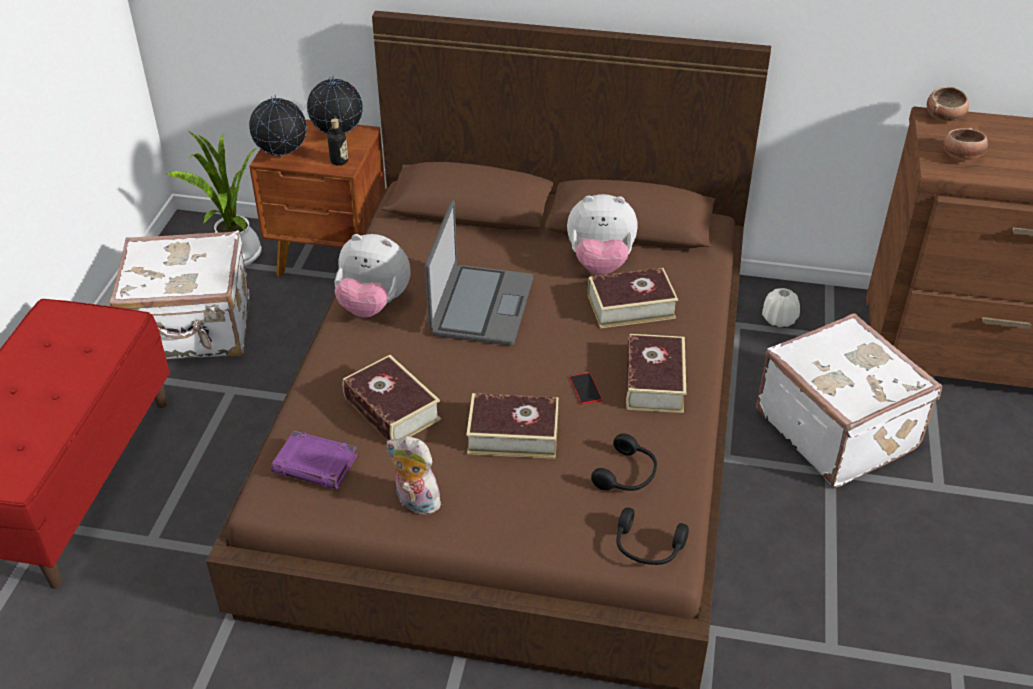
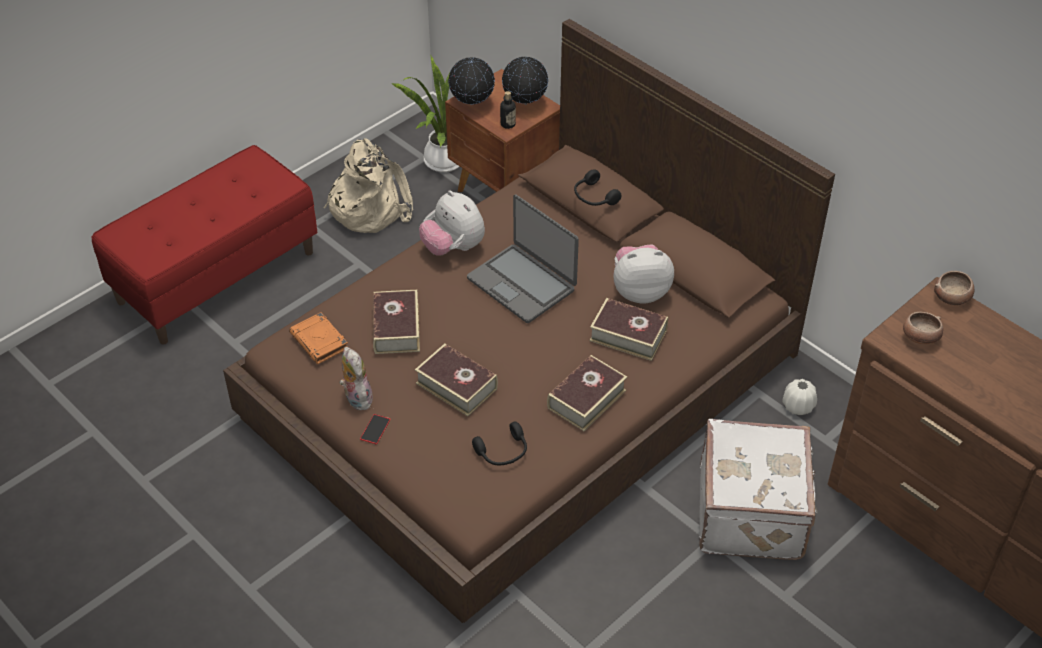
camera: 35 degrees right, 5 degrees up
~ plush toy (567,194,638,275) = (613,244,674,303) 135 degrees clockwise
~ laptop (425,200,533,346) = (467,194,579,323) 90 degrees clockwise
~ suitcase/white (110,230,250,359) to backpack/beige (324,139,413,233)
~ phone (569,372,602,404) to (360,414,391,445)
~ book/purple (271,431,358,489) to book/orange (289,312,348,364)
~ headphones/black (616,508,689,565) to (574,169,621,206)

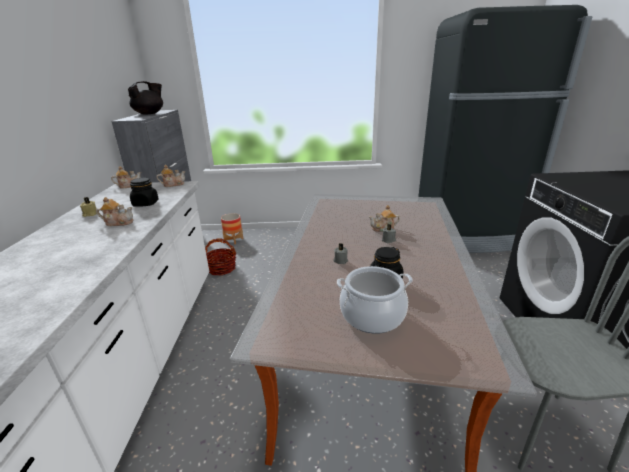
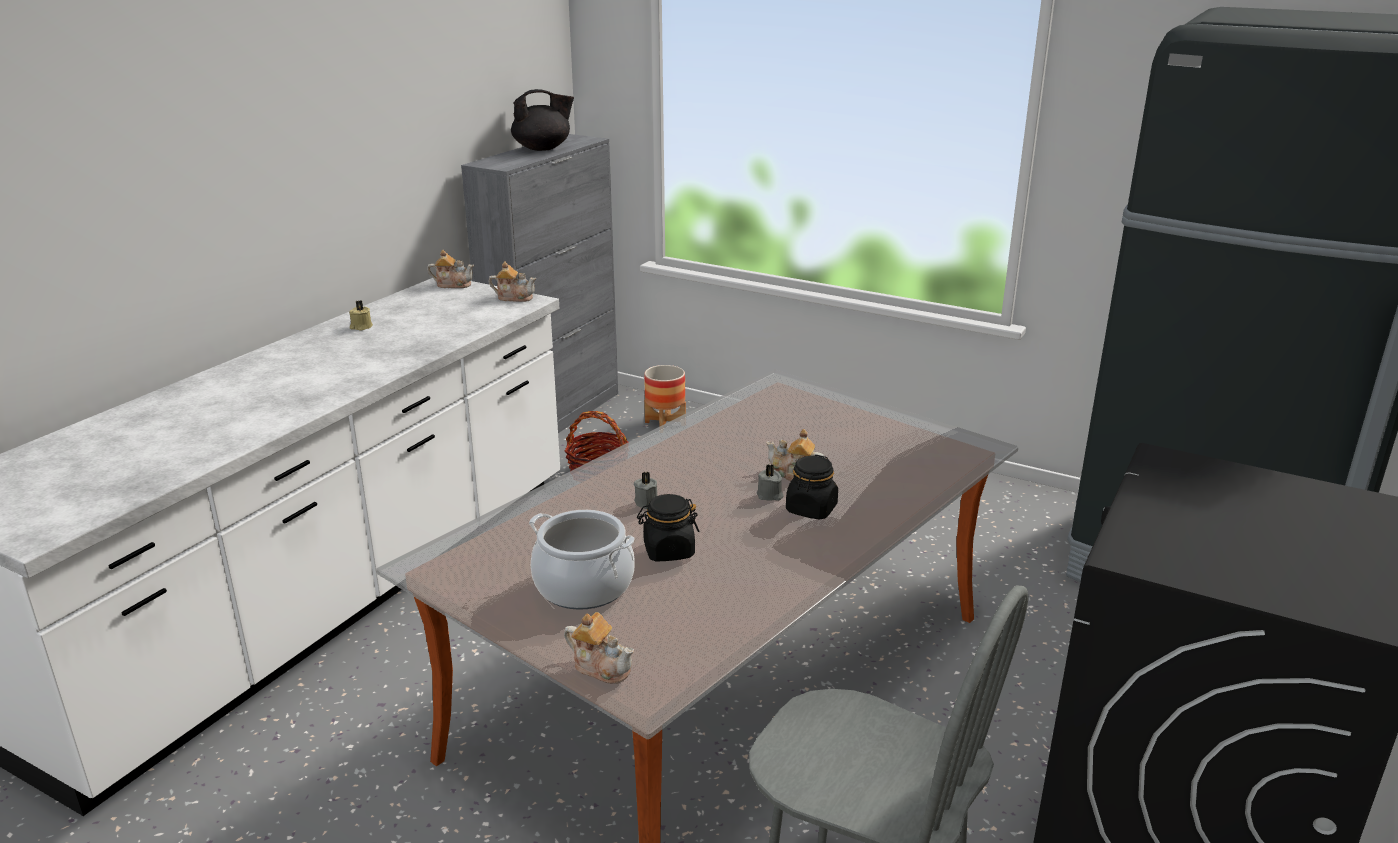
camera: 30 degrees right, 0 degrees up
~ jar/black (130,178,159,207) to (786,455,838,520)
~ teapot (96,197,133,226) to (564,612,634,684)

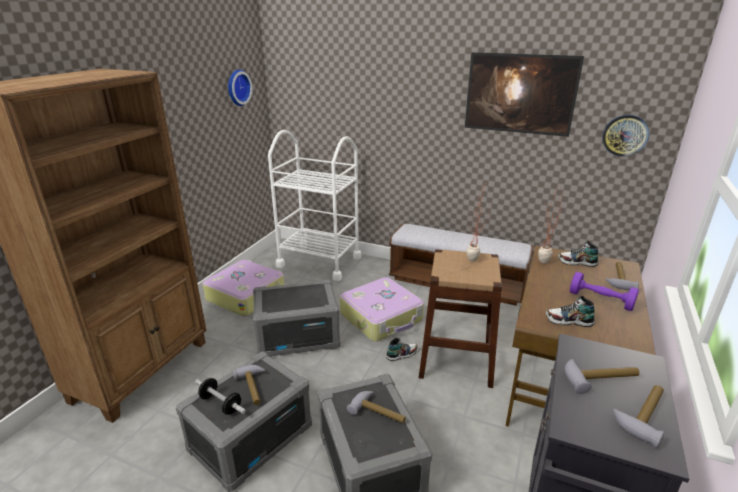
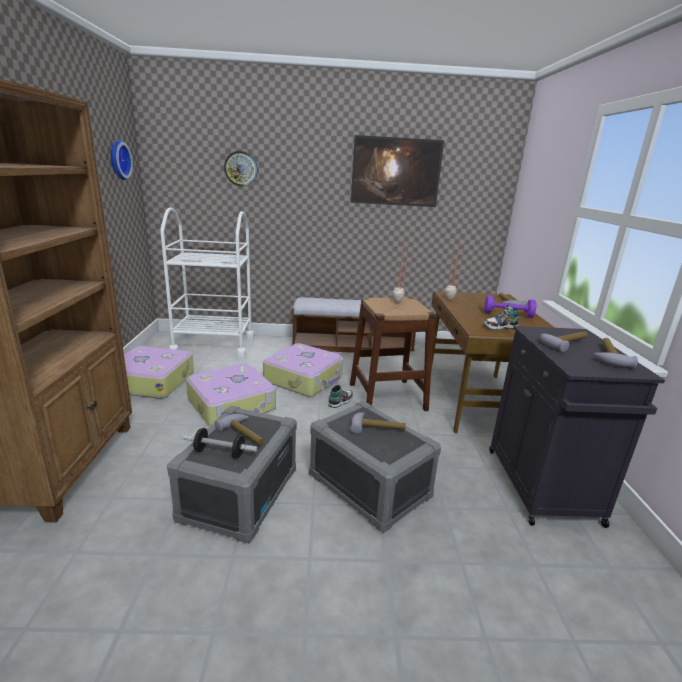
camera: 25 degrees left, 5 degrees down
~ wall clock (602,115,649,157) to (224,151,258,187)
- shoe (558,241,598,267)
~ storage box/grey (253,280,341,357) to suitcase (186,364,276,426)

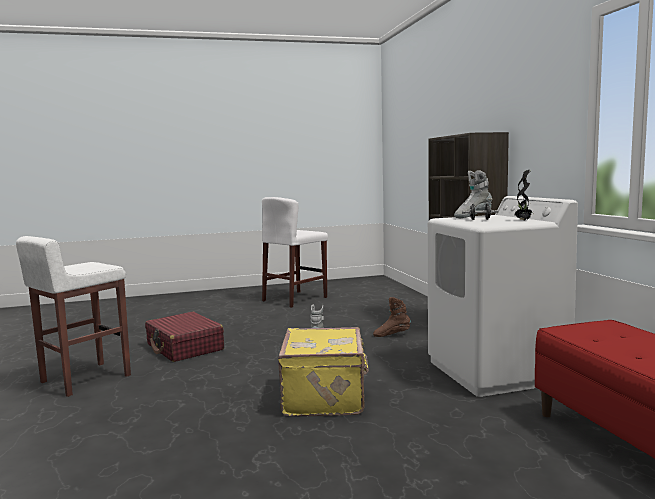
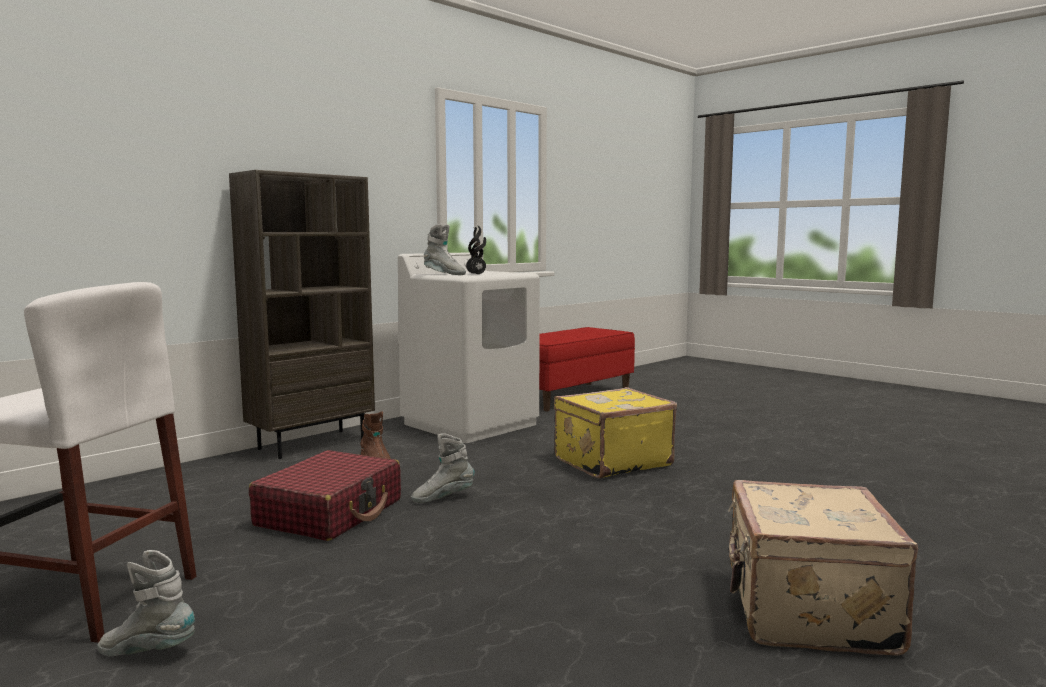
camera: 120 degrees left, 0 degrees up
~ stool/white (16,236,131,397) to suitcase/beige (728,480,918,656)
~ suitcase/red (145,312,224,362) to (249,450,401,541)
+ boot/grey (98,550,195,656)

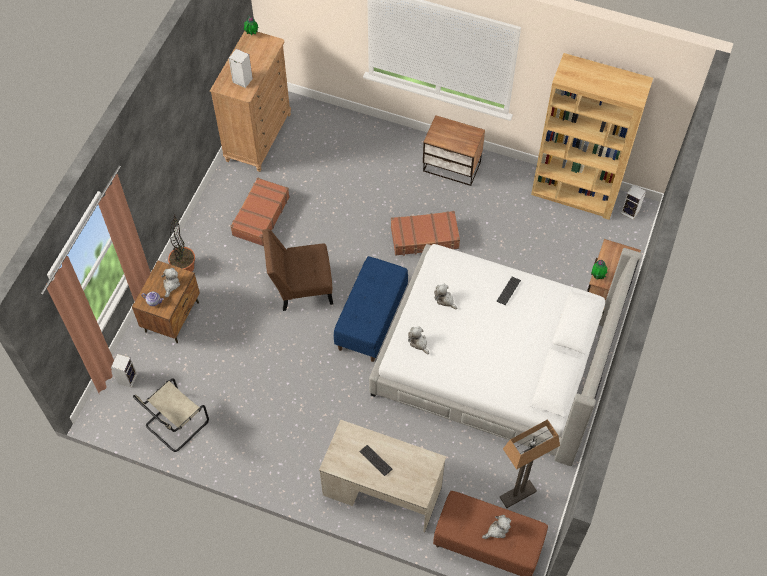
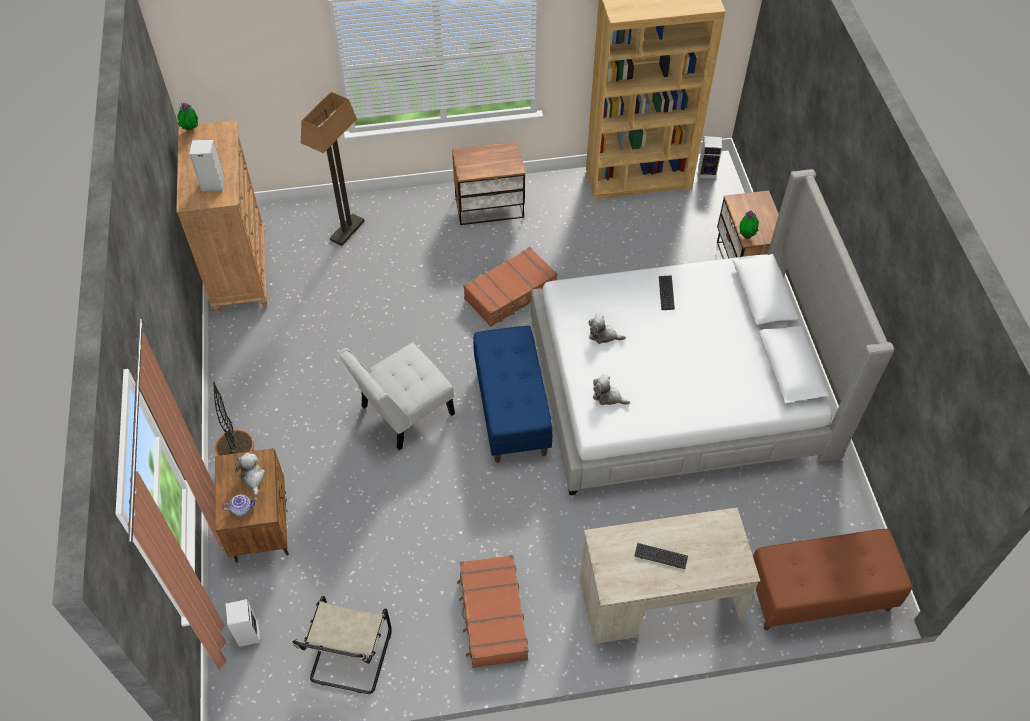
camera: 30 degrees left, 5 degrees down
~ suitcase/brown (230,177,290,246) to (457,555,528,668)
~ chair/brown (262,229,333,311) to chair/white (338,343,455,450)
~ floor lamp (500,419,560,508) to (301,92,365,246)
- plush toy (482,515,511,539)

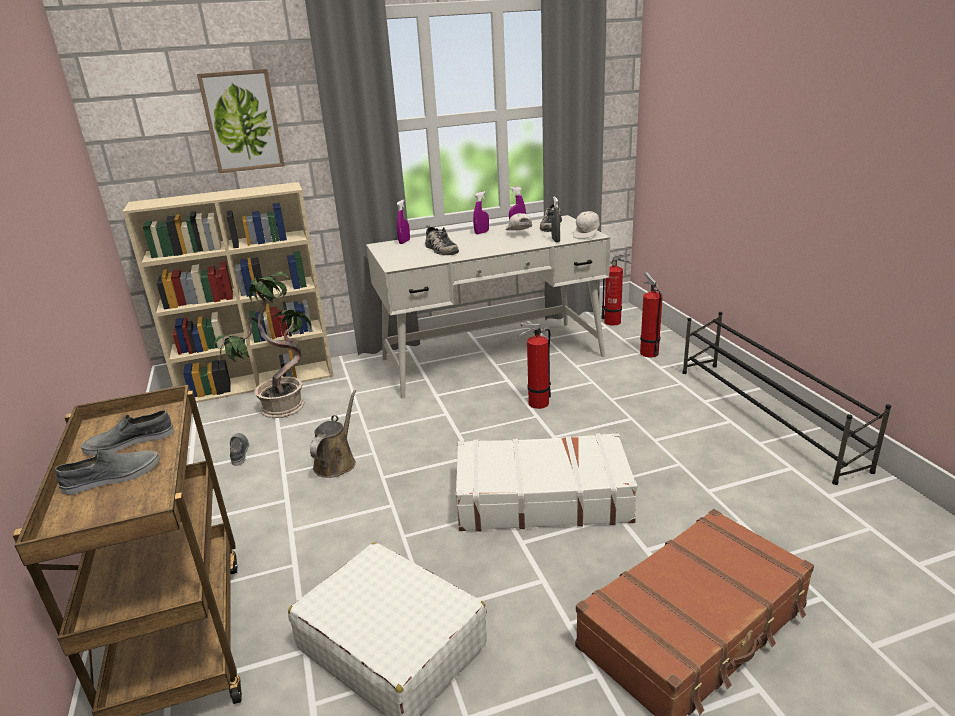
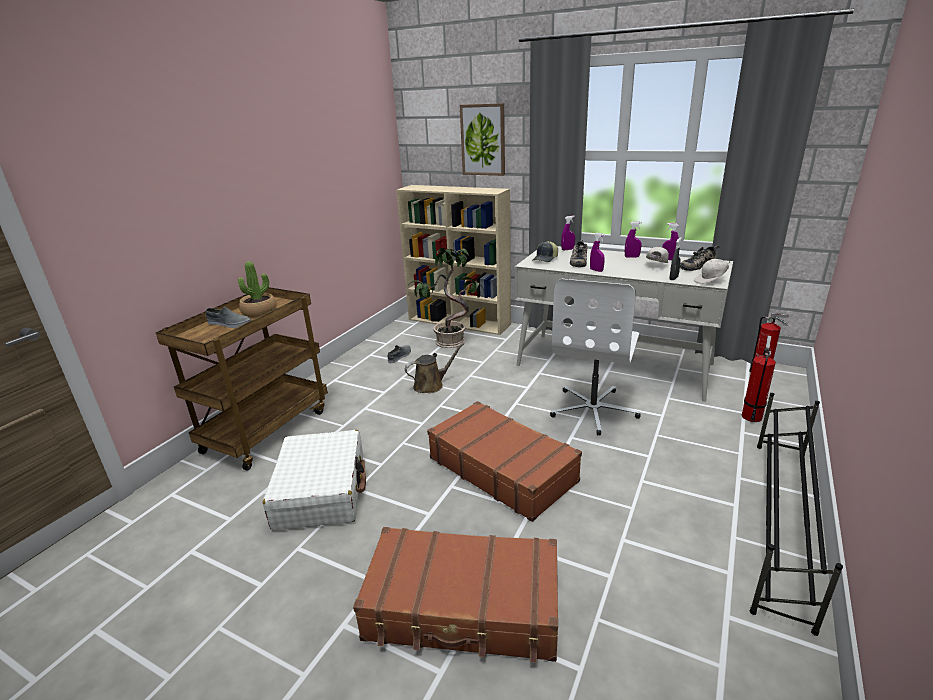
camera: 45 degrees right, 0 degrees up
~ fire extinguisher (518,323,551,409) to office chair/white (550,279,641,435)
~ shoe/grey (81,410,174,456) to potted plant (238,261,276,317)
~ suitcase/white (456,433,637,531) to suitcase/brown (427,401,582,522)
+ spray bottle/purple (590,233,605,272)
+ cap (532,241,558,262)

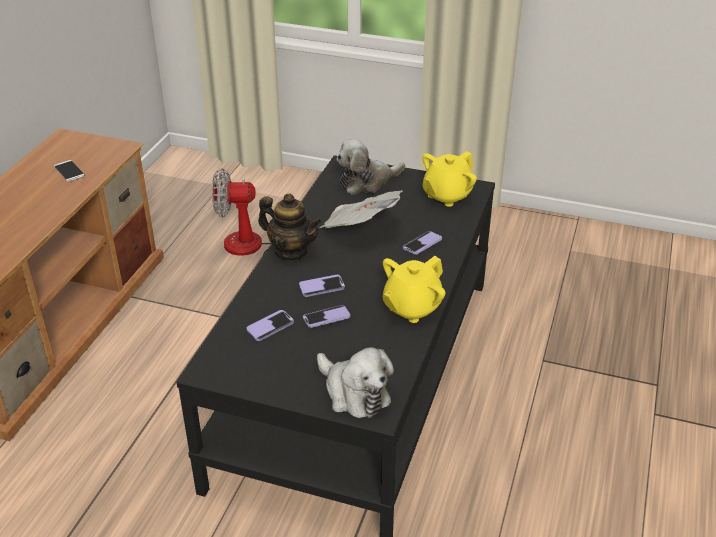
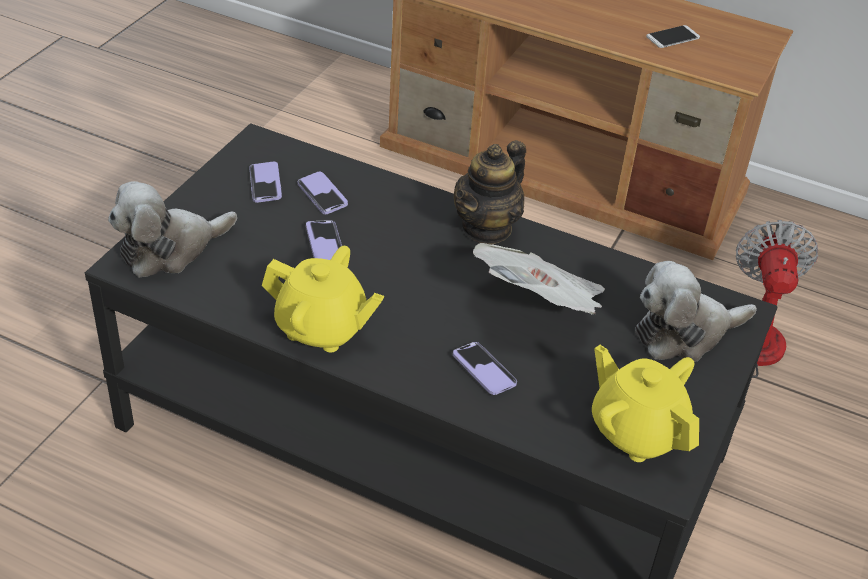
camera: 95 degrees right, 5 degrees up
~ plush toy (337,139,405,195) = (635,261,757,362) 90 degrees counterclockwise
~ teapot/yellow (383,256,445,323) = (262,246,384,352) 150 degrees clockwise
~ phone (299,275,345,297) to (249,162,282,203)

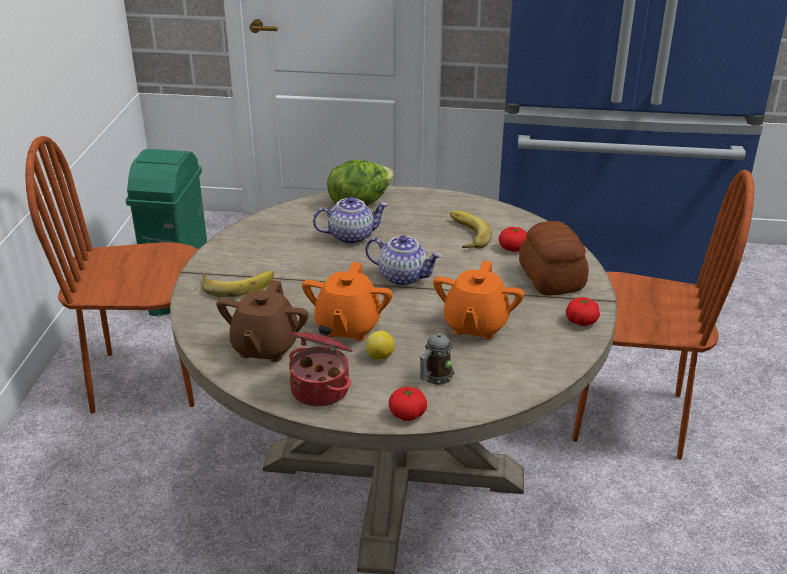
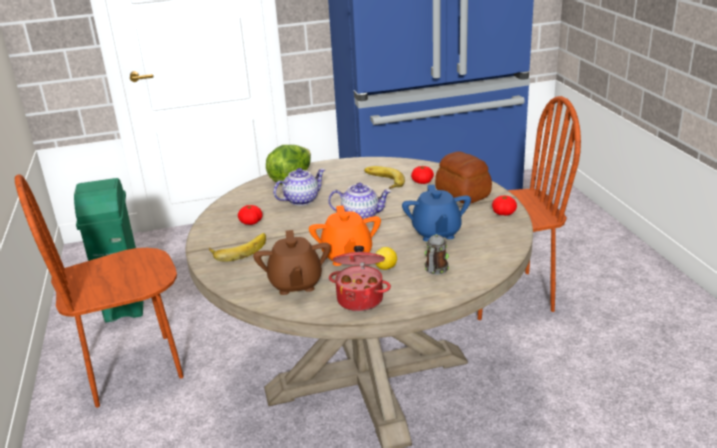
camera: 20 degrees left, 5 degrees down
~ teapot/orange (433,261,524,340) to teapot/blue (402,185,471,241)
~ tomato (389,386,427,421) to (238,205,263,225)

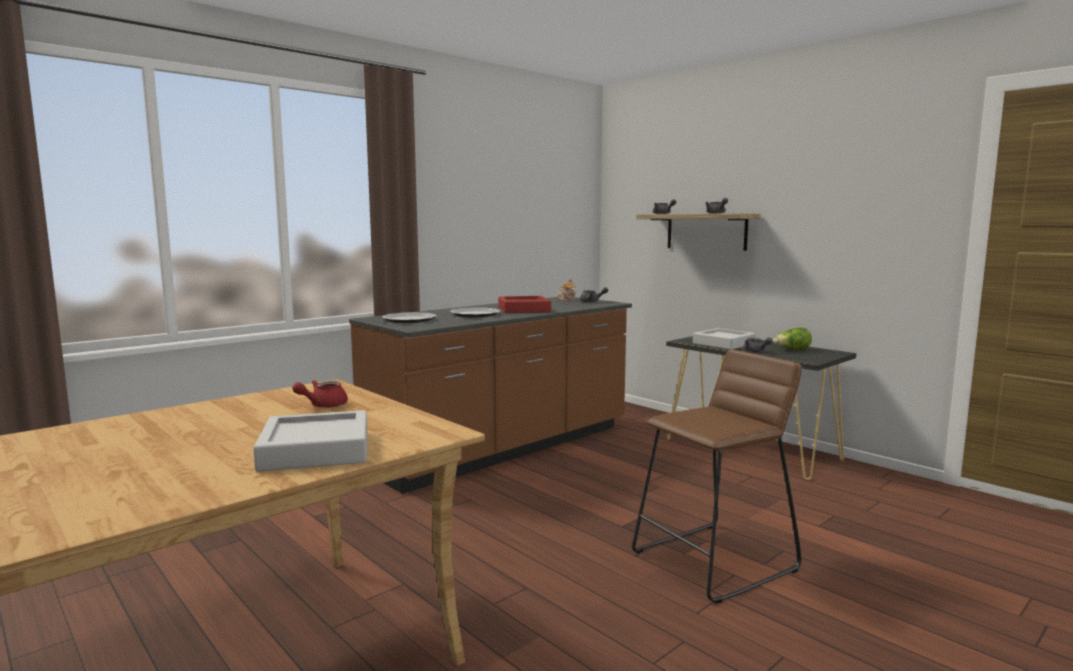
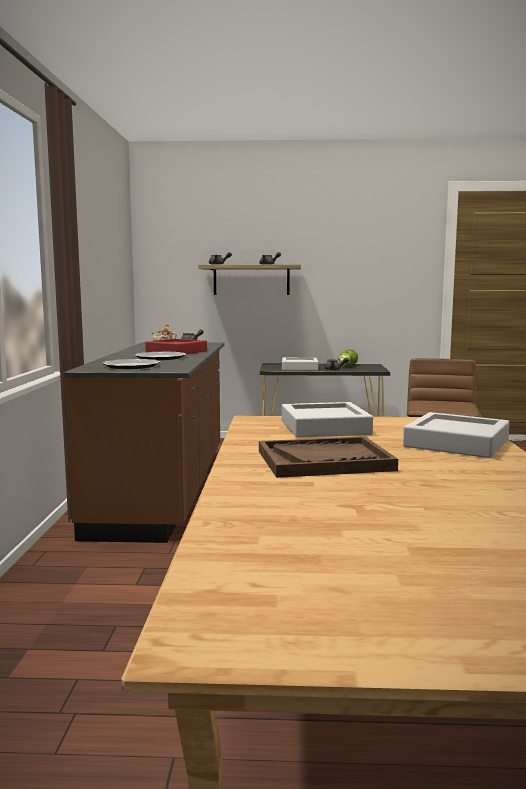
camera: 45 degrees left, 0 degrees up
~ teapot/red (292,380,348,408) to tray/grey (282,402,373,438)
+ tray/brown (259,436,398,478)

